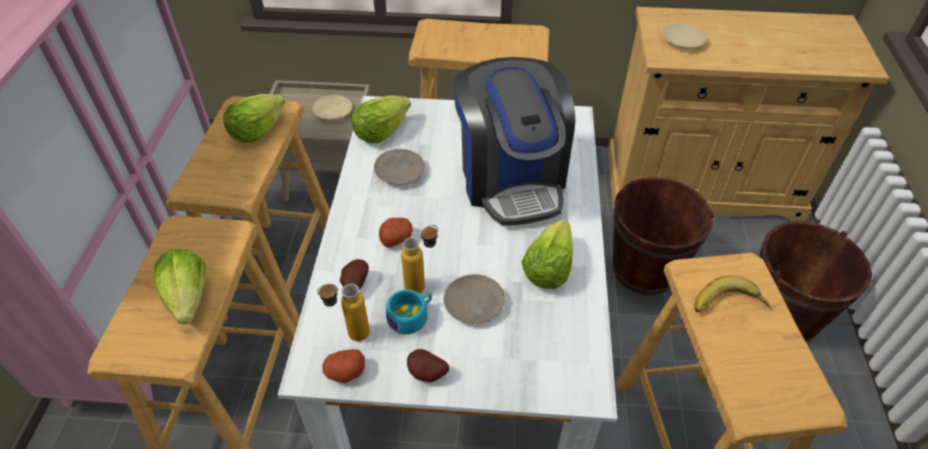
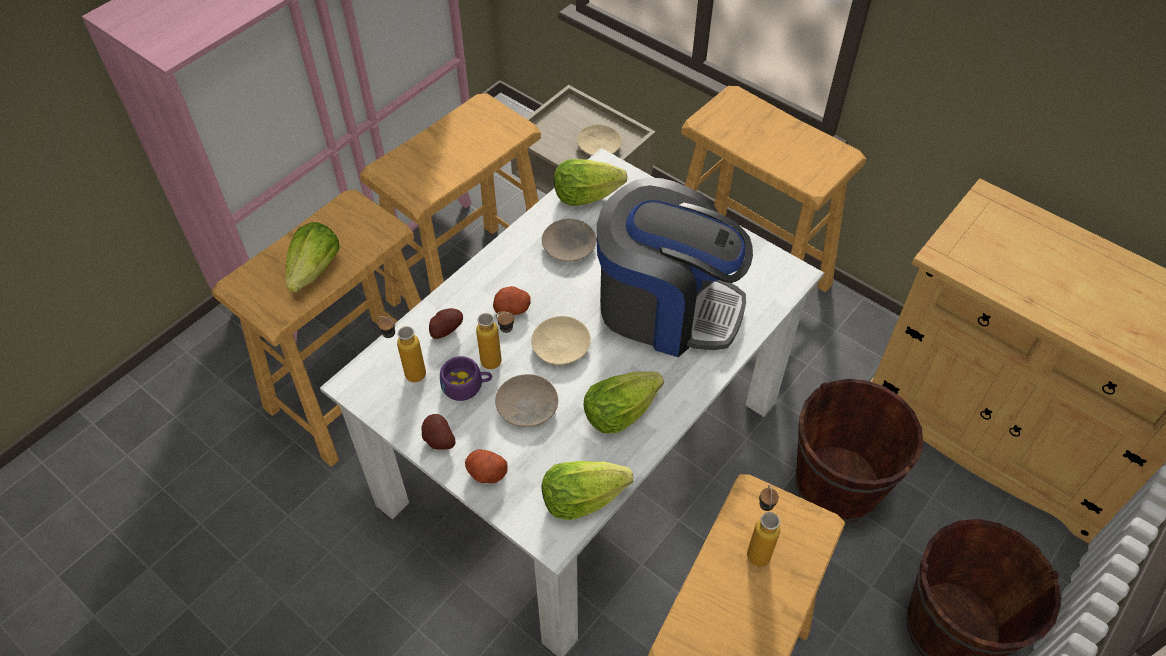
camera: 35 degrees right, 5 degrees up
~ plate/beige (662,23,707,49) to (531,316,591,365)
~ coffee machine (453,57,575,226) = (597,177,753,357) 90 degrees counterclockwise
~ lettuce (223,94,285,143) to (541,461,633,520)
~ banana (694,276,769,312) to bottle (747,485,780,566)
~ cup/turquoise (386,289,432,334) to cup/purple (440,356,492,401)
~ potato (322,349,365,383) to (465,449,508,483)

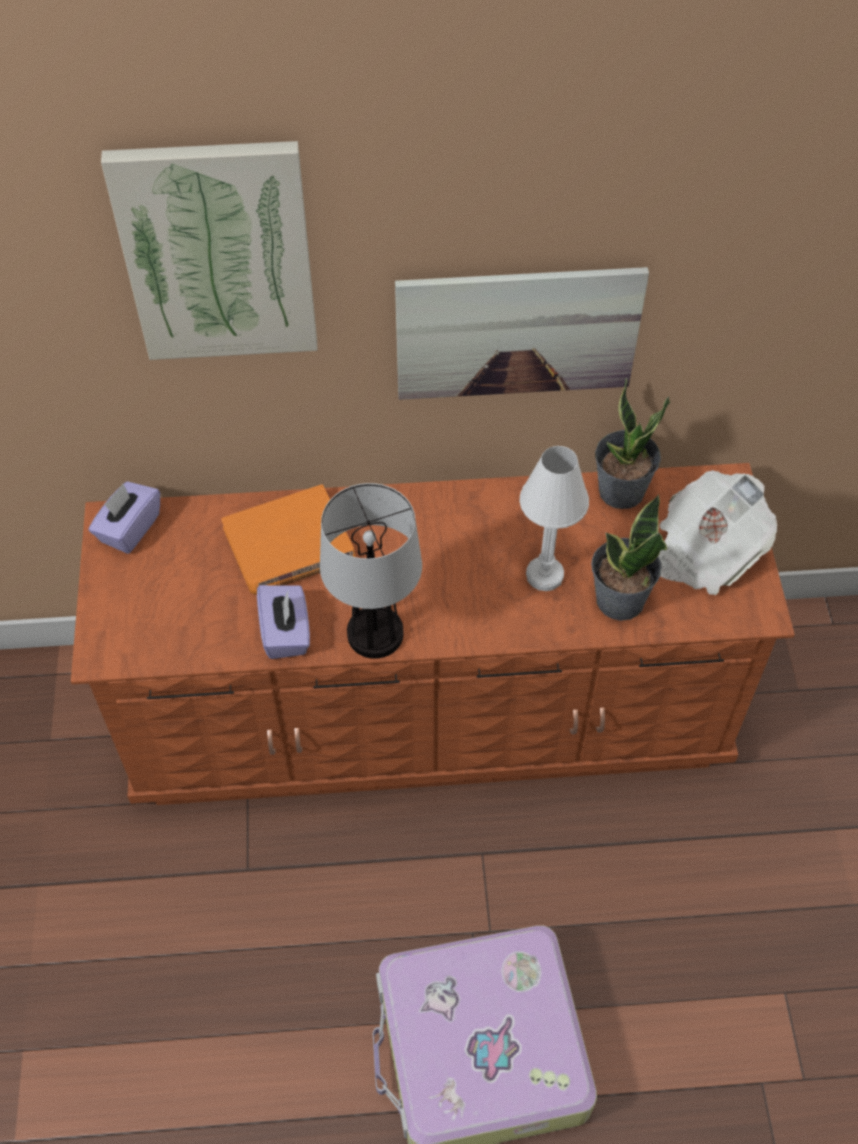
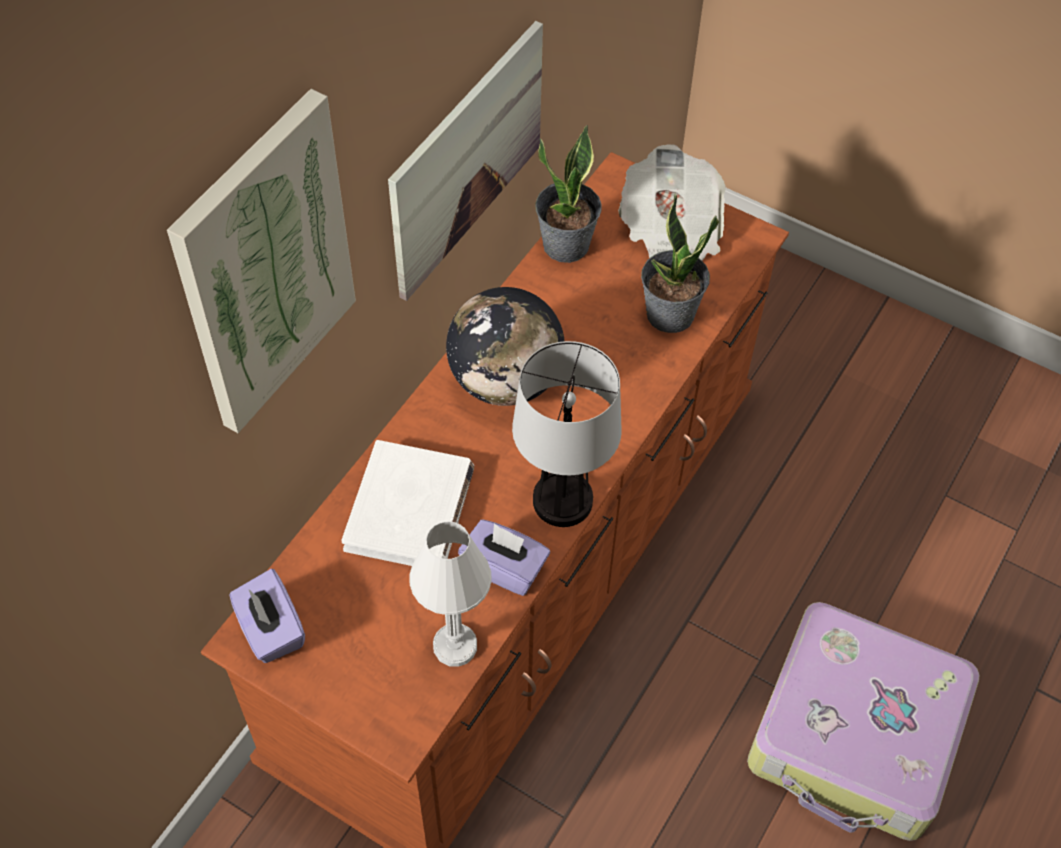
camera: 55 degrees left, 0 degrees up
~ table lamp/white (519,446,589,591) to (409,521,492,667)
~ book/orange (221,484,356,595) to book/white (341,440,474,566)
+ globe (446,287,565,406)

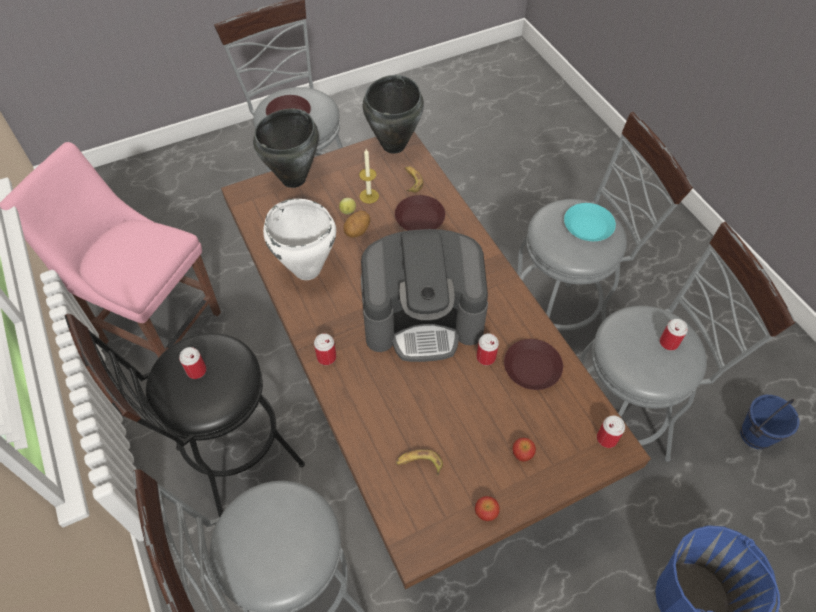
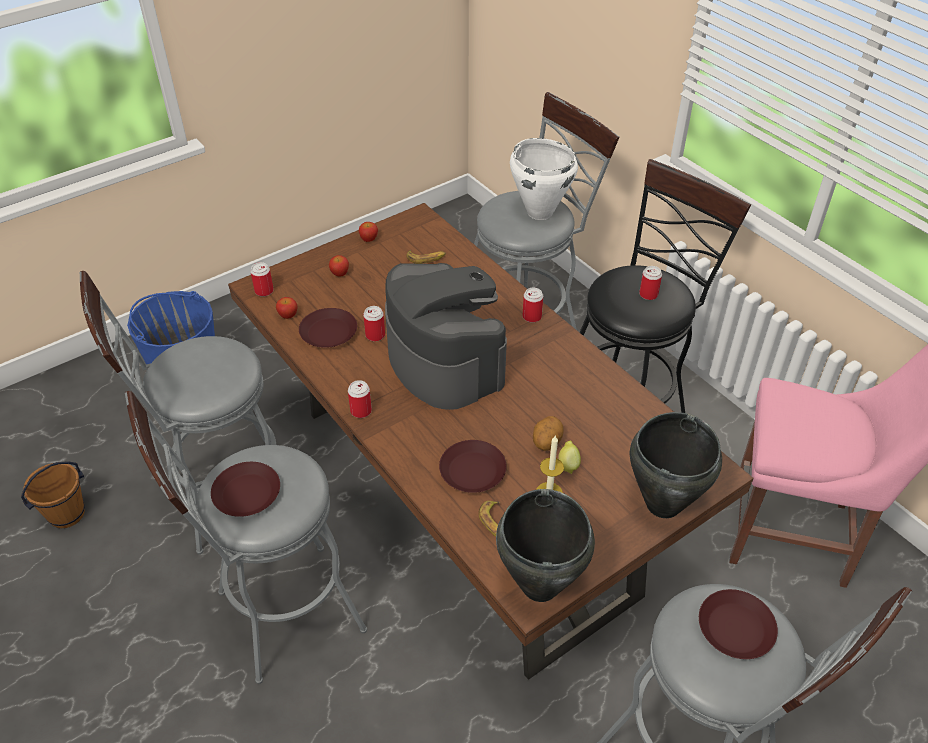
camera: 170 degrees right, 10 degrees down
~ cooking pot/white (263,199,336,280) to (510,138,578,220)
~ plate/turquoise (564,203,616,241) to plate/brown (211,462,280,517)
~ coffee machine (361,229,488,362) = (385,263,507,410) 75 degrees clockwise
~ can (659,319,688,350) to (348,380,372,418)
~ bucket/blue (740,395,799,449) to bucket/brown (21,461,85,528)
+ apple (276,297,298,319)

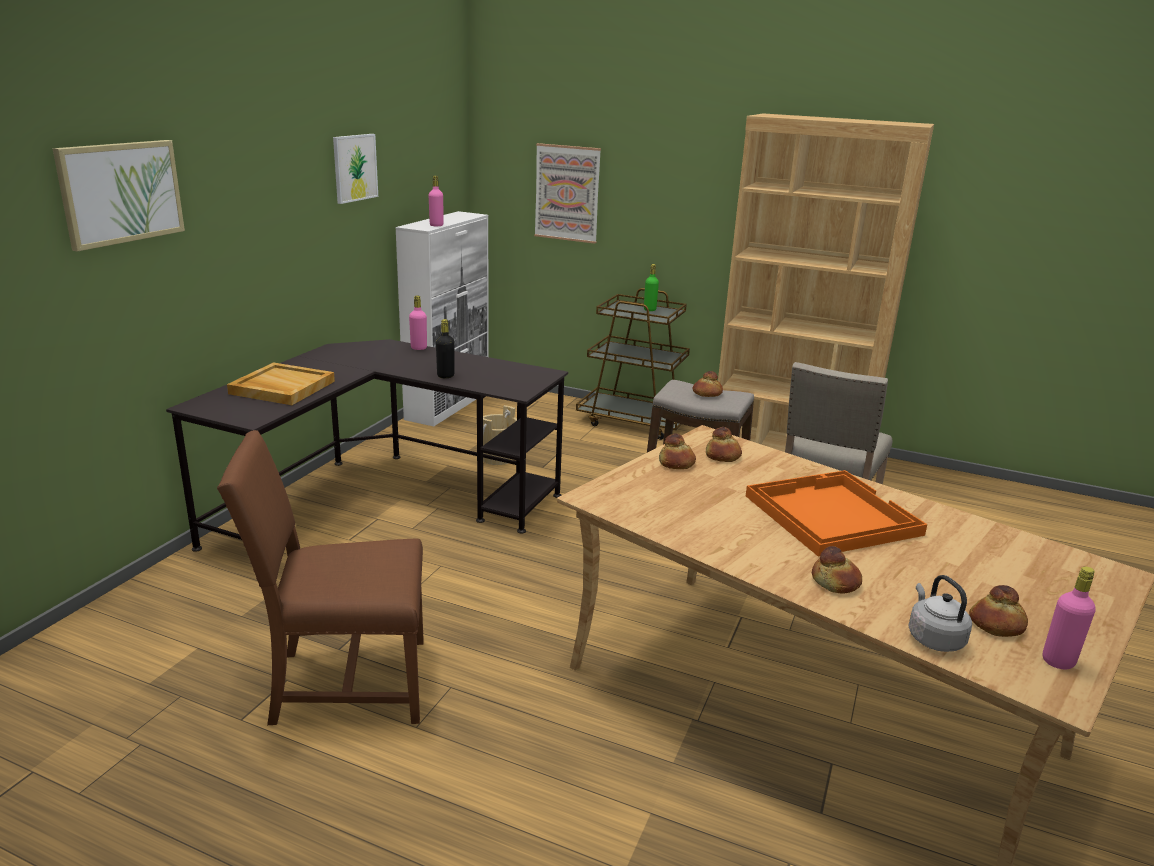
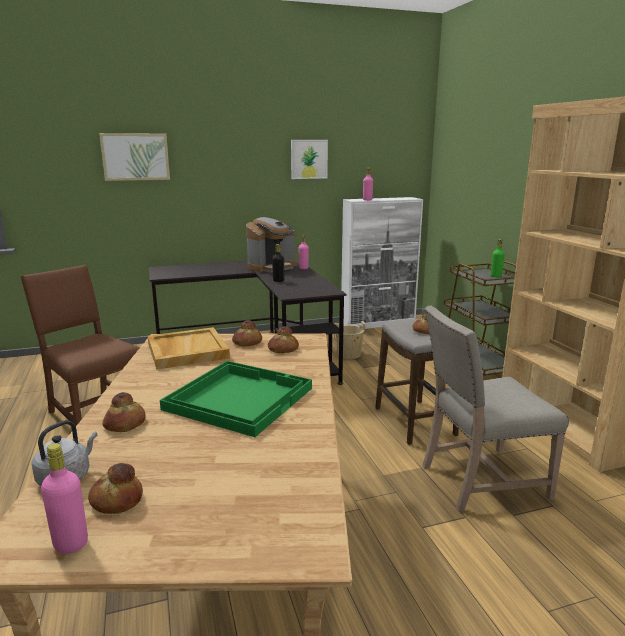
camera: 50 degrees right, 5 degrees down
- picture (534,143,601,244)
~ tray/beige (227,362,335,405) to (148,327,230,369)
~ tray/orange (746,470,927,557) to tray/green (160,361,312,437)
+ coffee machine (246,217,295,273)

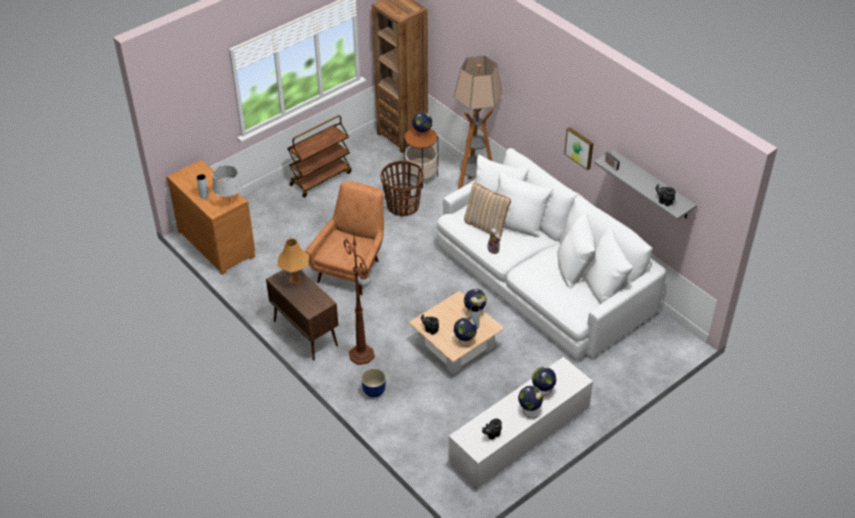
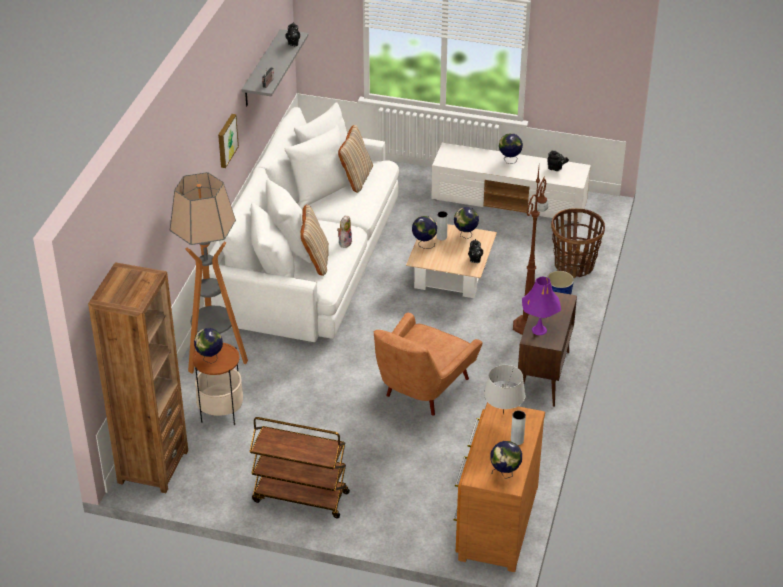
camera: 125 degrees left, 5 degrees down
~ basket (380,161,424,217) to (551,208,605,278)
~ armchair/brown (305,181,384,295) = (374,313,483,416) 45 degrees counterclockwise
~ table lamp/orange (277,238,309,284) to table lamp/purple (522,276,561,335)
~ globe (532,367,557,396) to (490,441,522,479)
+ pillow/beige (338,125,373,193)

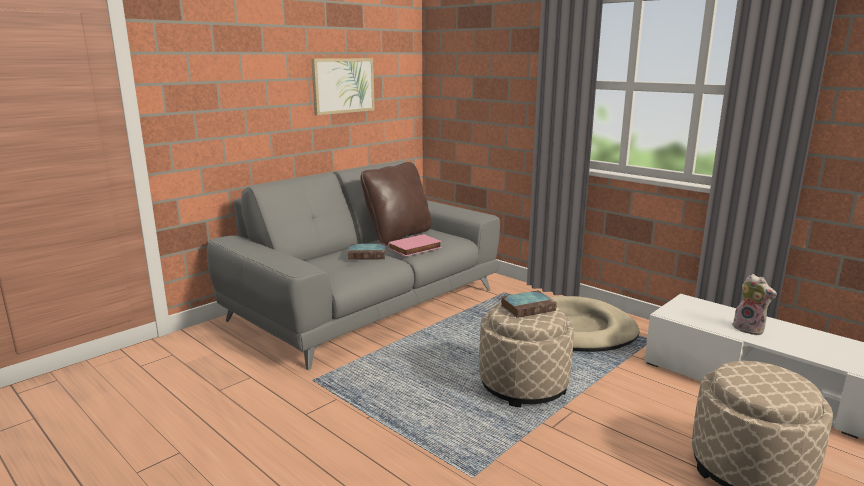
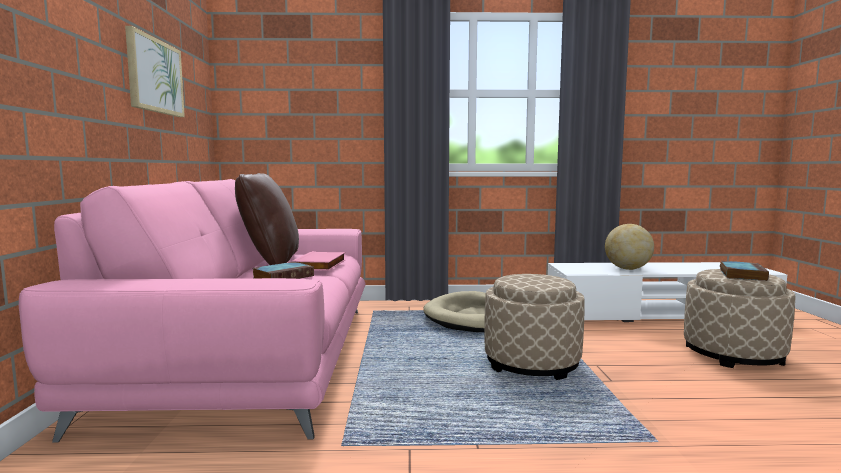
camera: 45 degrees left, 10 degrees down
~ sofa/grey (207,161,500,370) to sofa/pink (19,179,366,443)
~ plush toy (732,274,777,335) to globe (605,224,654,270)
~ book (501,290,557,318) to (720,261,769,281)

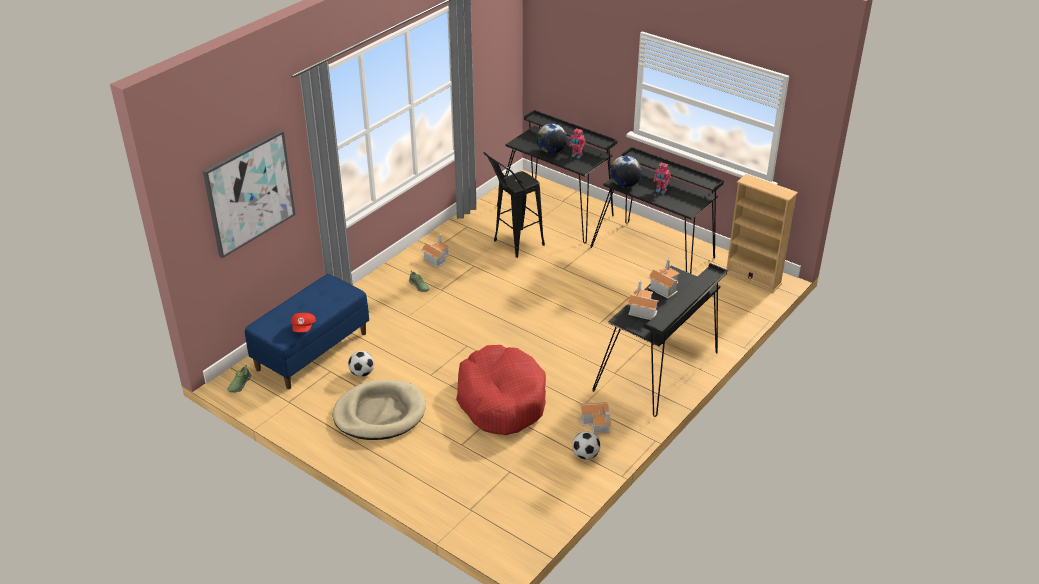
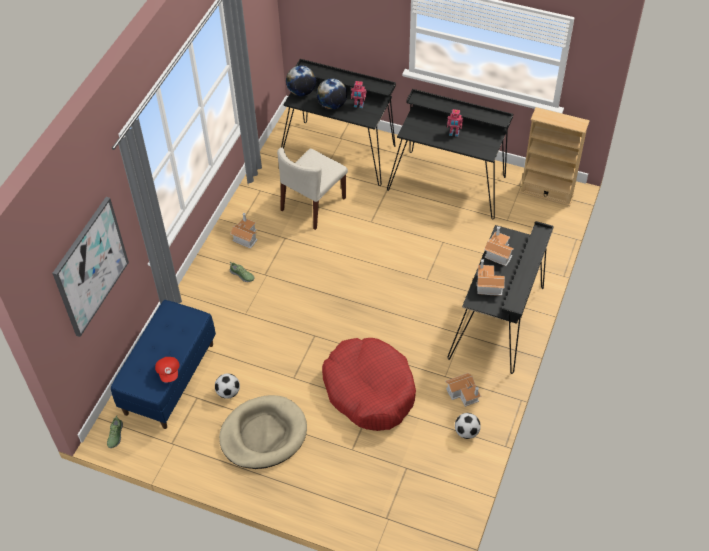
camera: 15 degrees left, 15 degrees up
~ stool/black (483,152,545,258) to chair/beige (277,147,348,230)
~ globe (610,156,642,188) to (286,65,316,96)

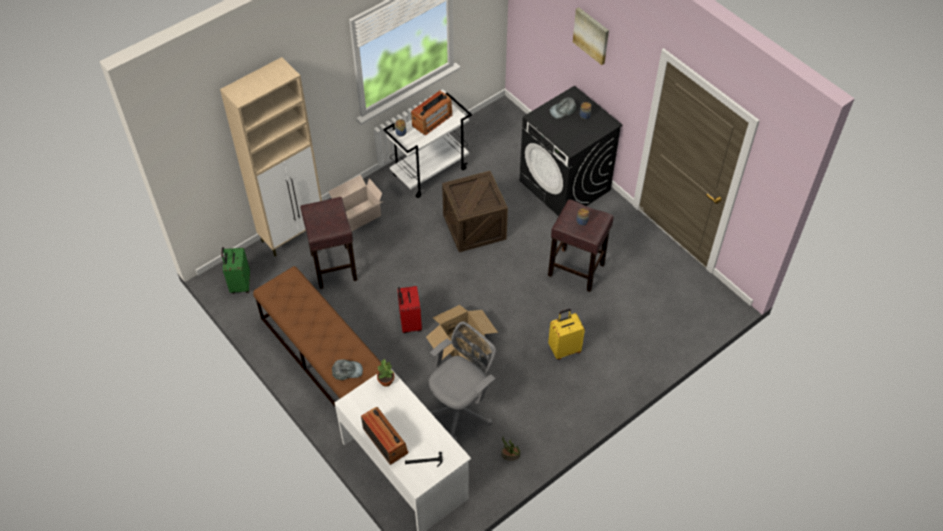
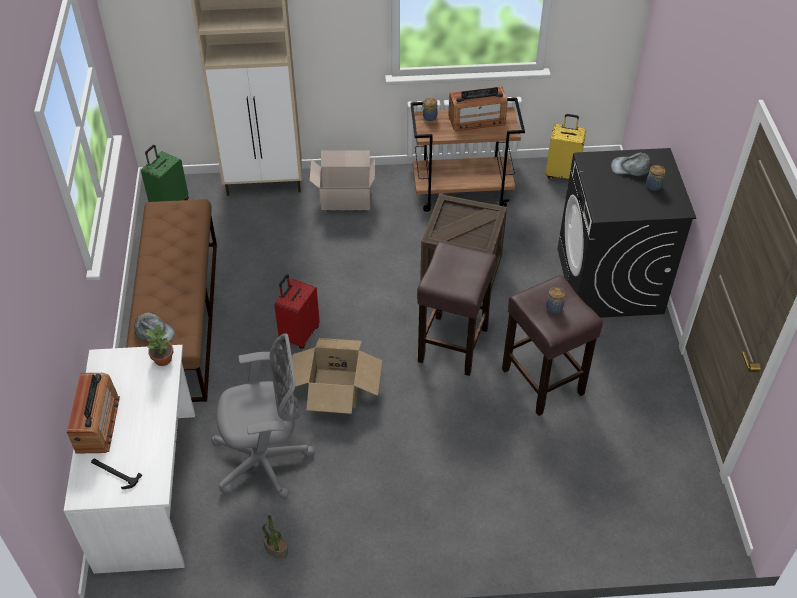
camera: 35 degrees right, 5 degrees down
- picture (573,7,609,65)
~ cart/white (383,92,472,198) to cart/brown (410,98,525,212)
~ stool/brown (300,197,357,289) to (417,241,496,376)
~ suitcase/yellow (548,309,585,360) to (546,114,586,180)

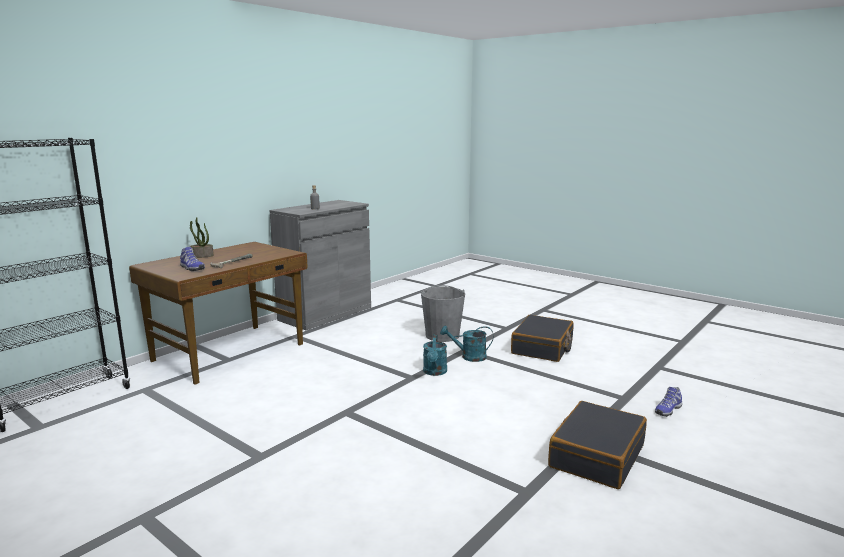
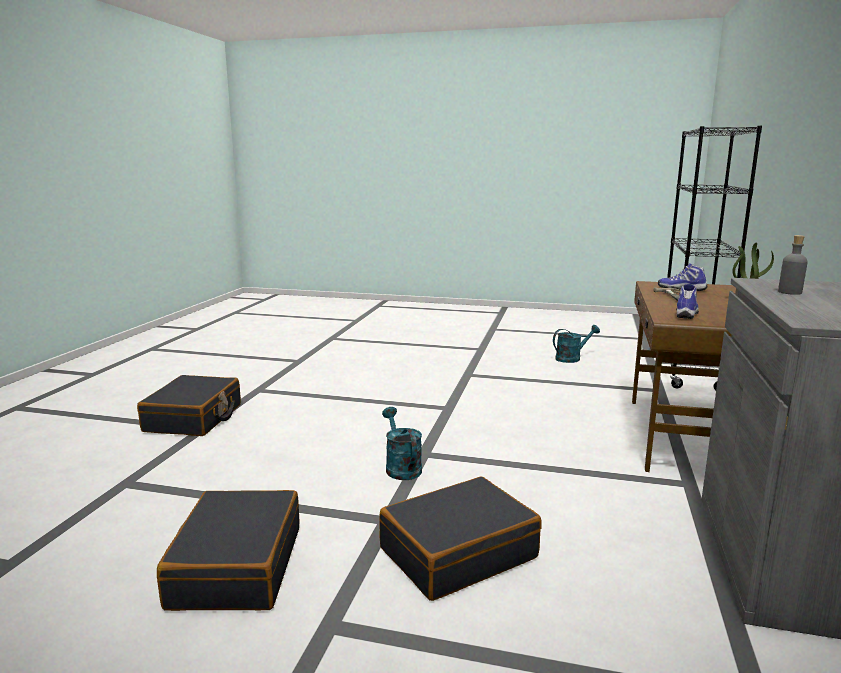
camera: 155 degrees right, 0 degrees up
~ bucket/grey (421,285,465,342) to suitcase/black (379,476,541,601)
~ watering can/turquoise (440,326,493,362) to (553,325,600,363)
~ shoe (655,387,682,417) to (676,284,699,319)

